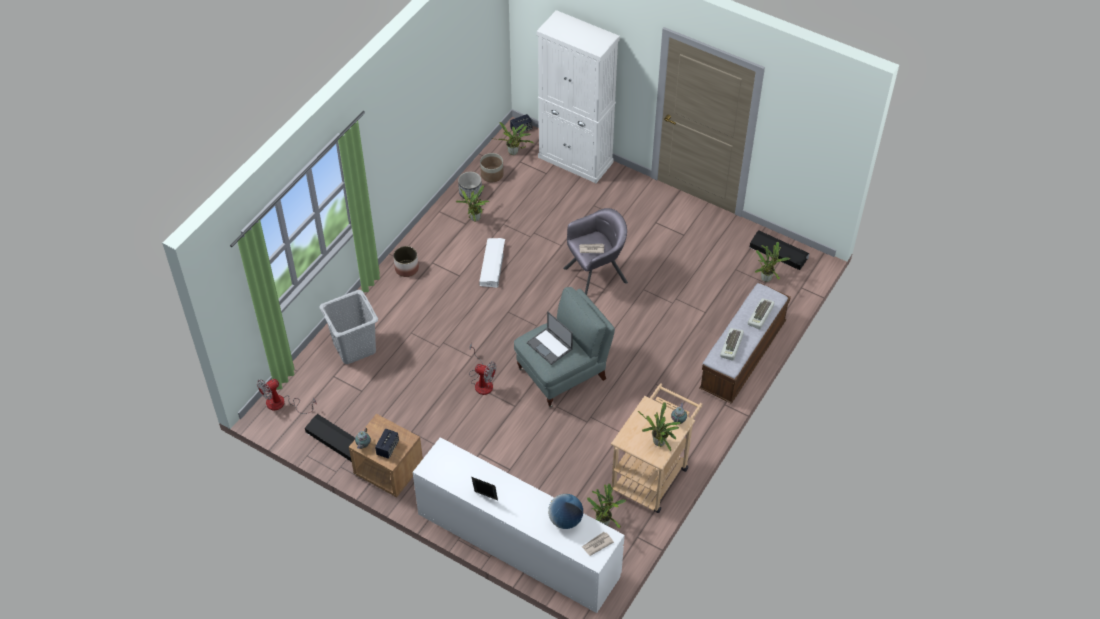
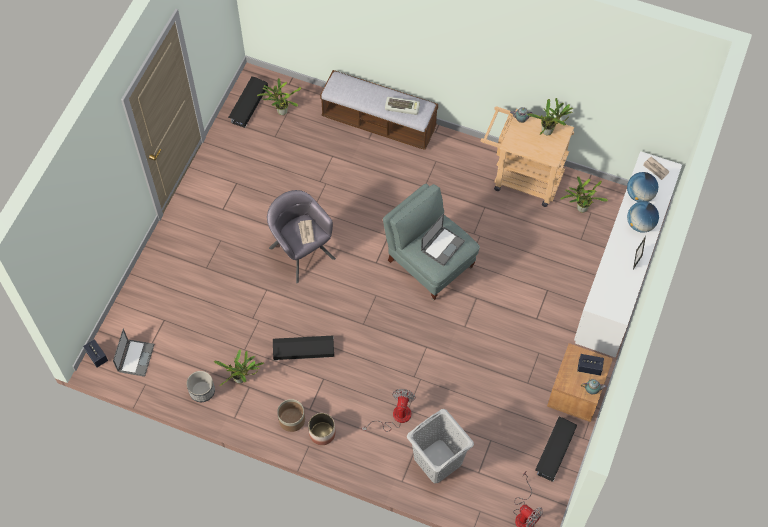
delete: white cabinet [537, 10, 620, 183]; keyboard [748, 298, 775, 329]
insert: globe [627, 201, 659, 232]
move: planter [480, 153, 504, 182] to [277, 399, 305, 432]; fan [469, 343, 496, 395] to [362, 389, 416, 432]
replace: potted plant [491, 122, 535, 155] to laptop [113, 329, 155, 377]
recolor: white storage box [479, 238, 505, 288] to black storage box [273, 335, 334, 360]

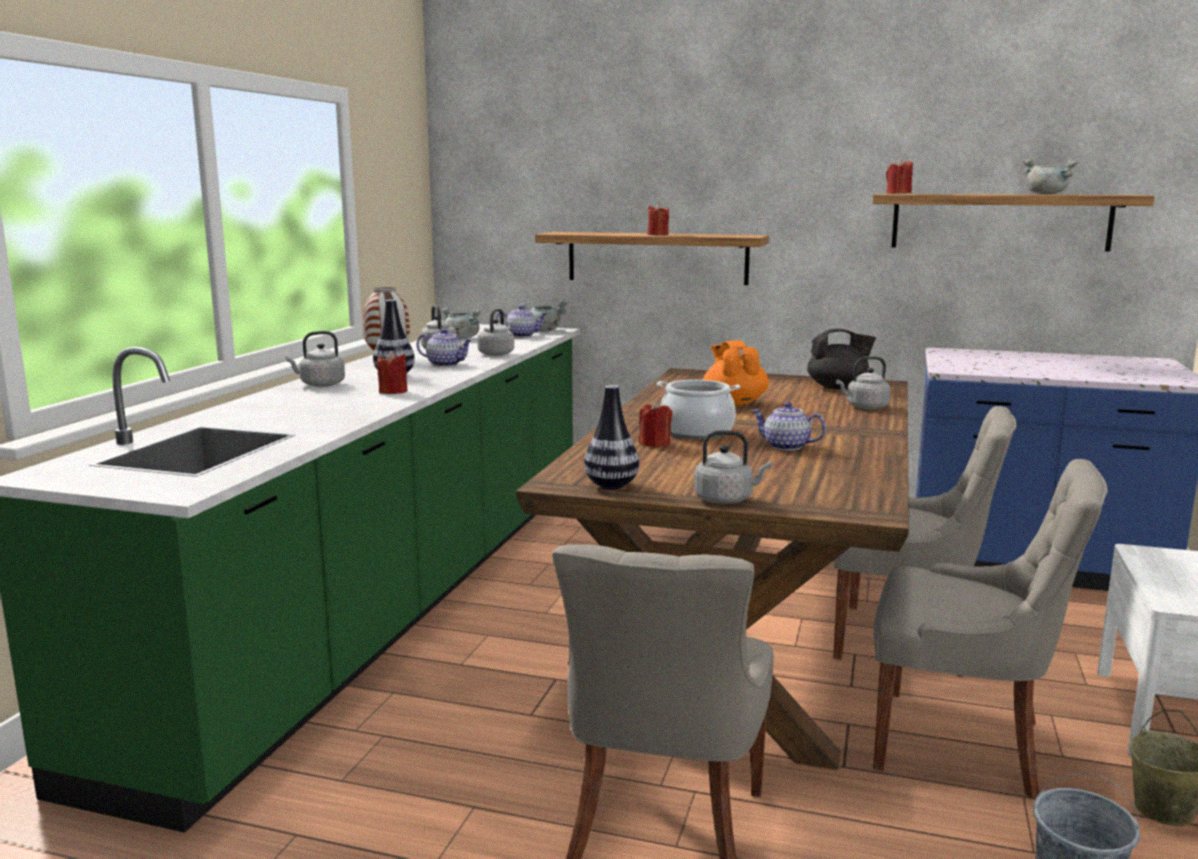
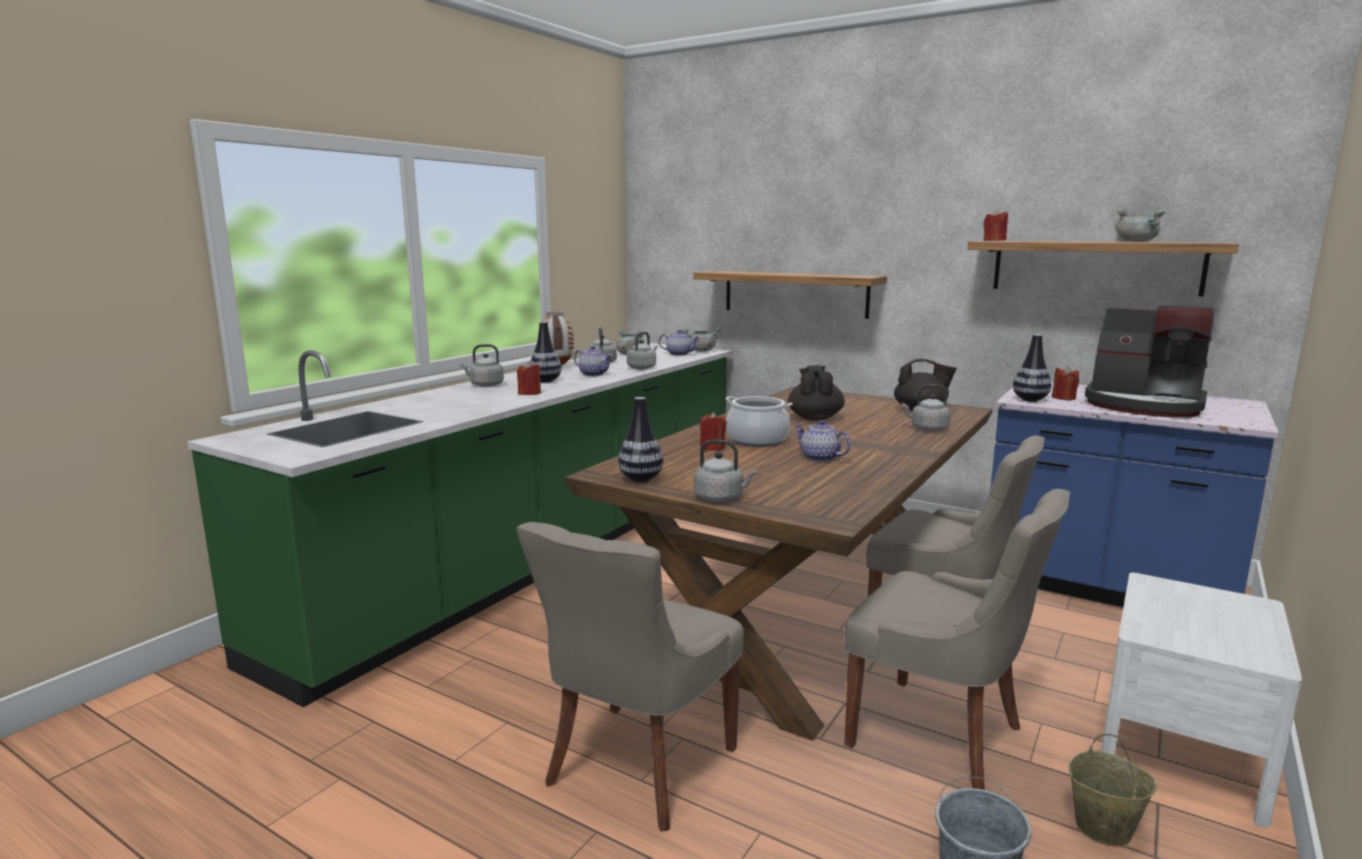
insert: vase [1013, 334, 1052, 402]; coffee machine [1085, 305, 1214, 418]
move: red candle [647, 203, 669, 236] to [1052, 366, 1079, 400]
recolor: orange teapot [703, 340, 769, 406] to black teapot [788, 365, 845, 421]

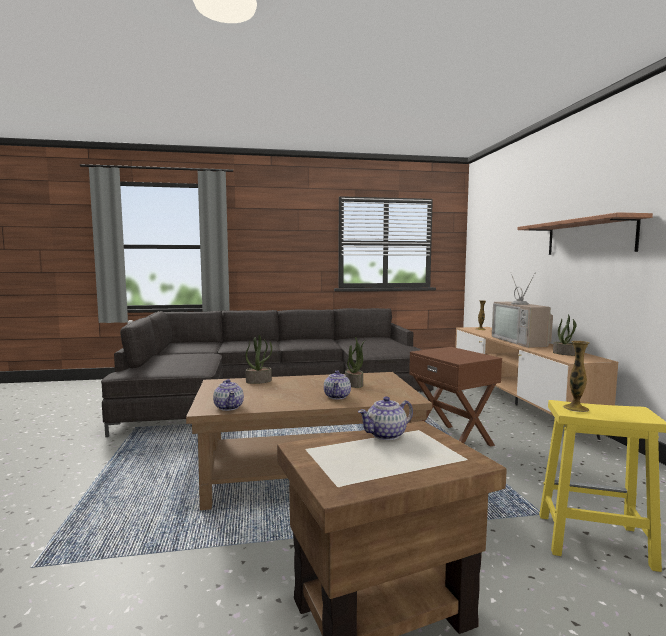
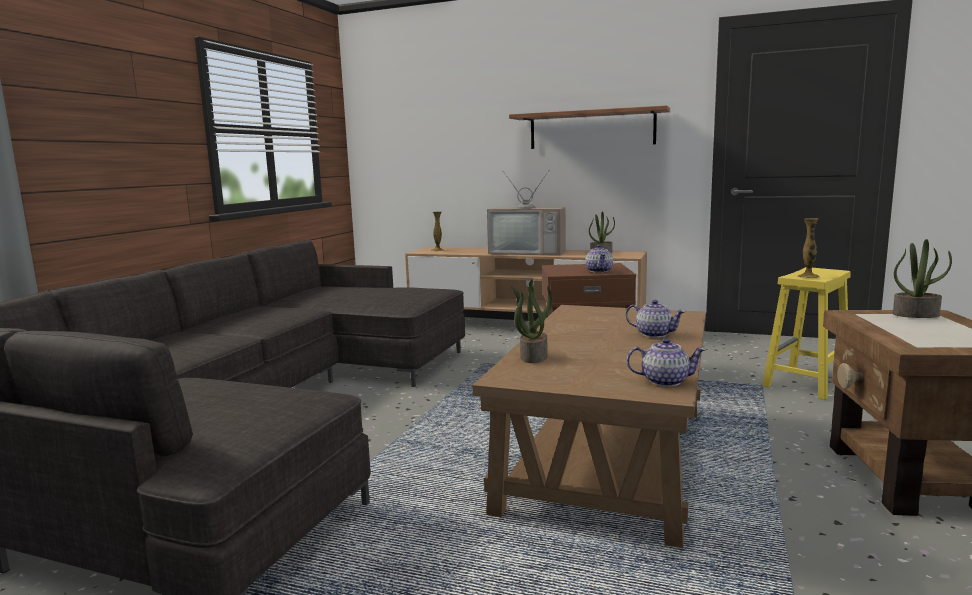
move: teapot [358, 396, 413, 440] to [585, 245, 613, 273]; potted plant [345, 337, 366, 388] to [893, 239, 952, 318]

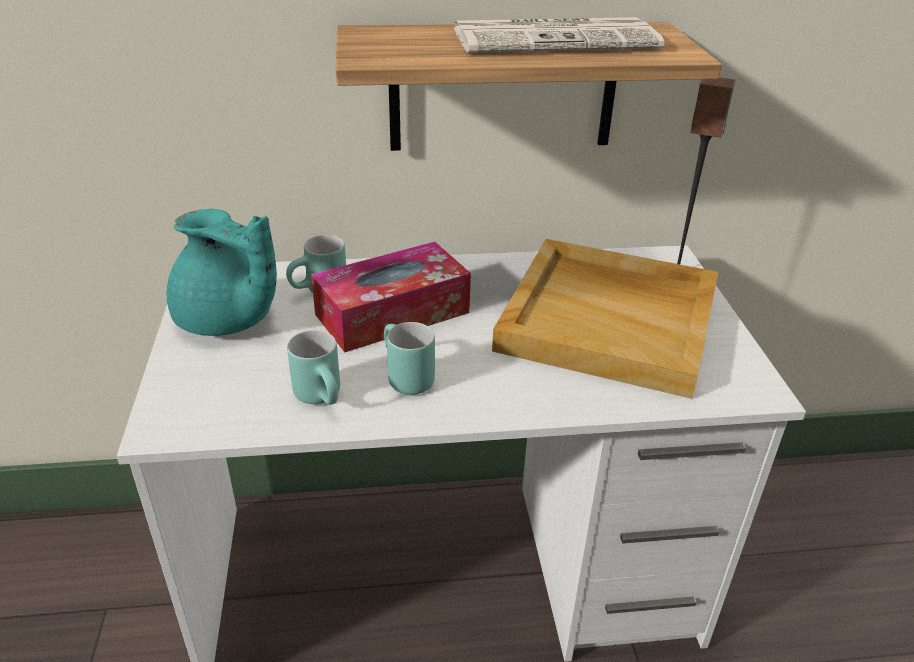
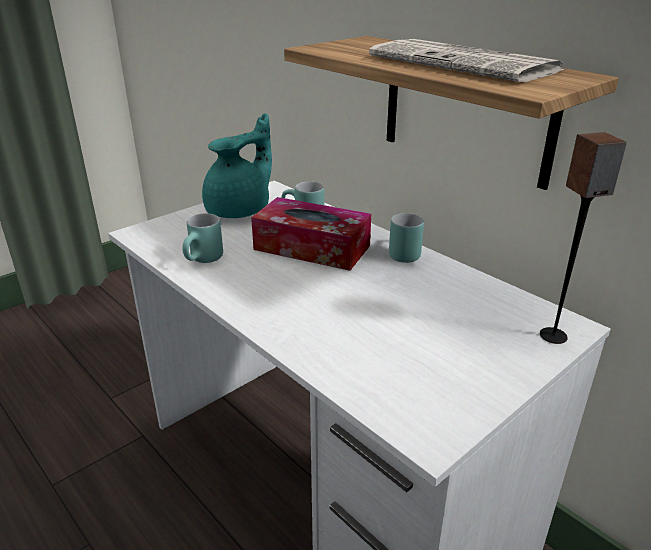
delete: beige tray [492, 239, 718, 399]
move: turquoise mug [384, 322, 435, 395] to [389, 213, 424, 263]
rotate: turquoise teapot [167, 209, 277, 336] = [202, 113, 272, 218] 135 degrees counterclockwise

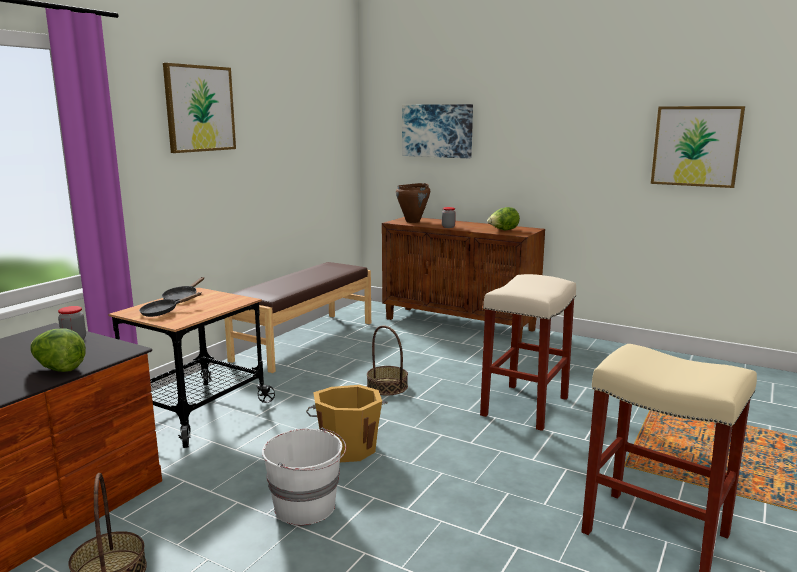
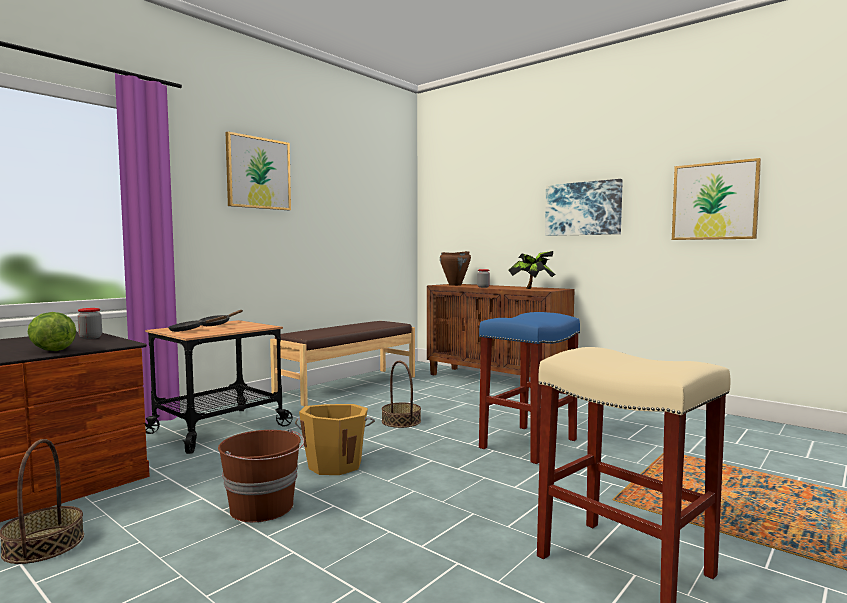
move: picture [402, 104, 473, 158] to [545, 179, 623, 236]
replace: lettuce [487, 207, 520, 230] to potted plant [509, 251, 555, 289]
recolor: white bucket [262, 428, 346, 525] to brown bucket [218, 429, 304, 522]; beige stool [480, 274, 576, 431] to blue stool [479, 312, 580, 464]

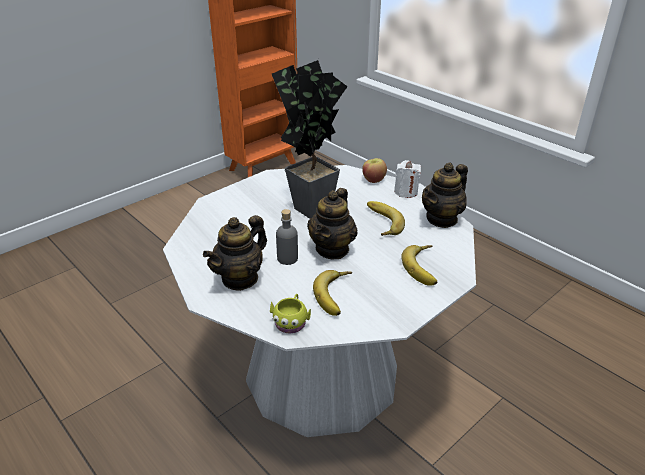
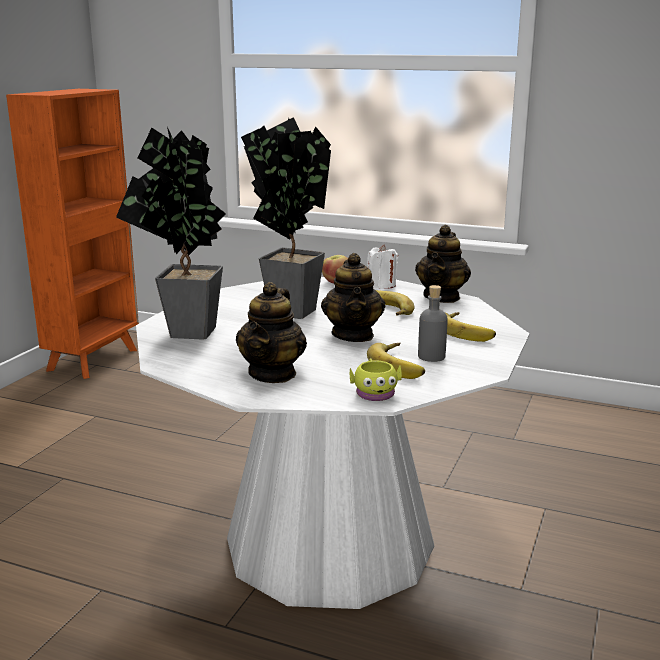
insert: potted plant [116, 127, 226, 340]
move: grey bottle [276, 209, 298, 265] to [418, 285, 448, 362]

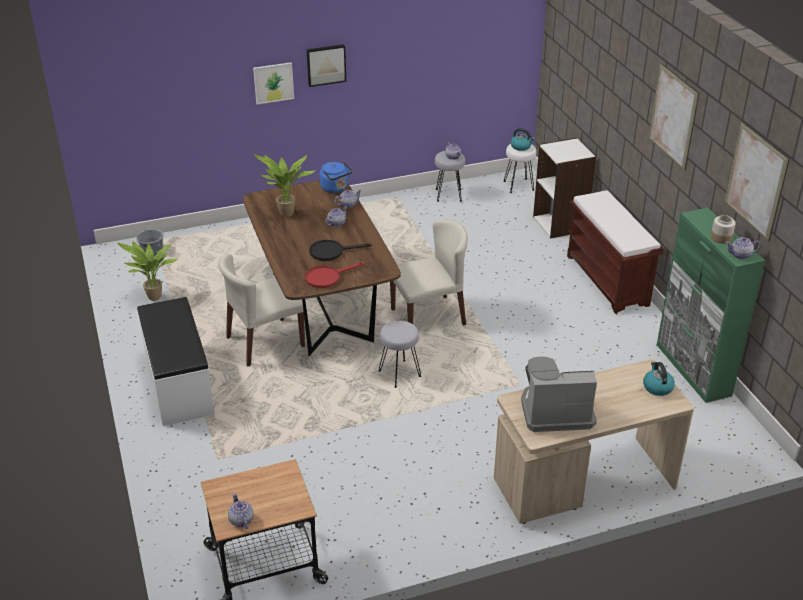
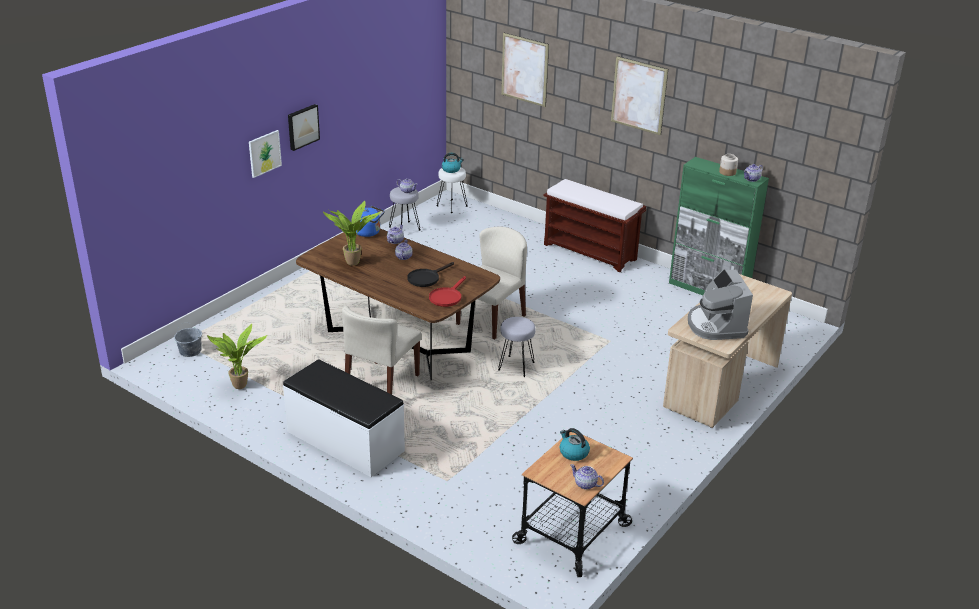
delete: white bookcase [533, 138, 597, 238]
move: picture [725, 122, 790, 242] to [501, 33, 549, 107]; kettle [643, 362, 675, 396] to [560, 428, 590, 461]
rotate: coffee machine [521, 356, 597, 432] = [688, 269, 753, 340] 60 degrees counterclockwise

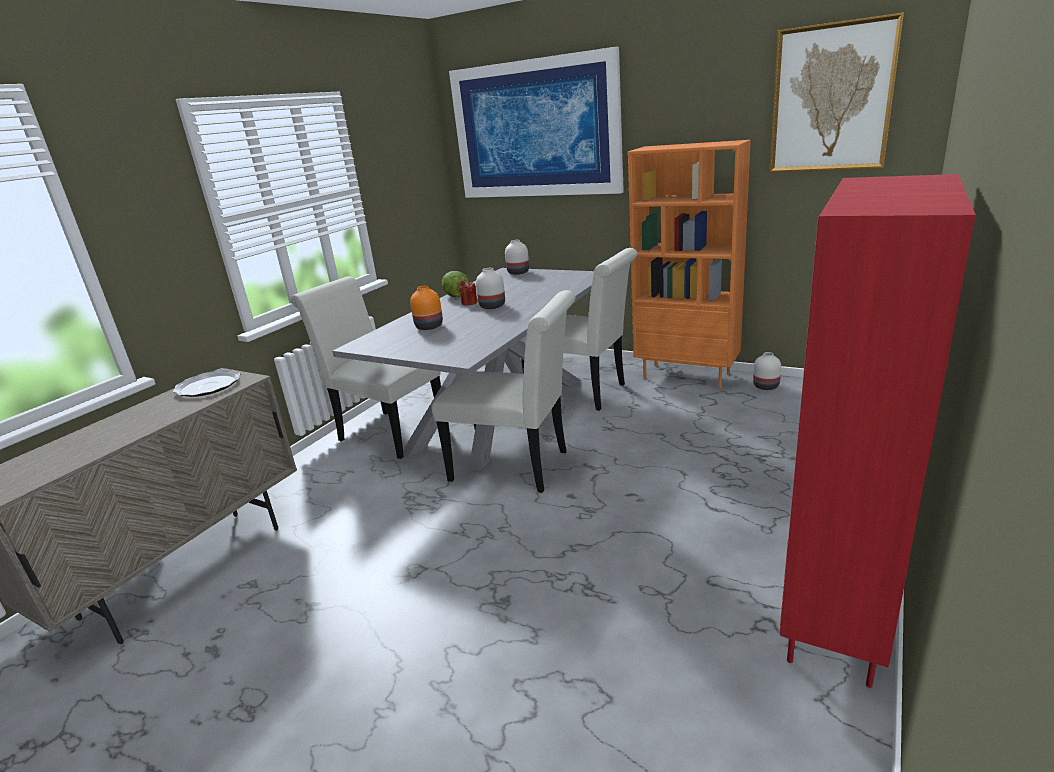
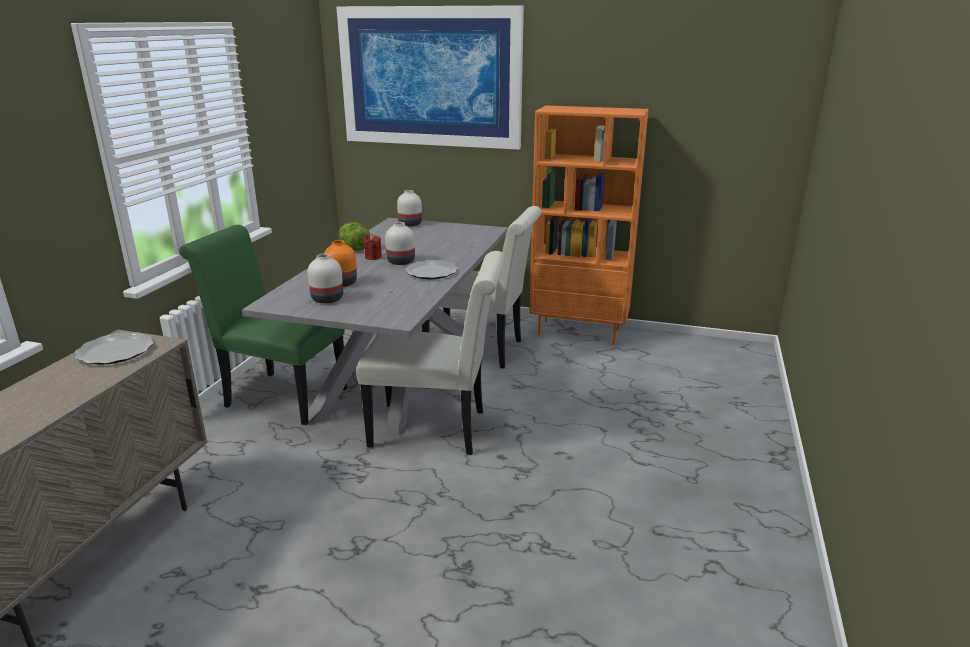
delete: picture [769, 12, 904, 173]; red bookcase [780, 174, 976, 688]
insert: plate [405, 260, 458, 279]
move: white vase [753, 352, 781, 390] to [308, 254, 343, 304]
recolor: white chair [291, 276, 441, 459] to green chair [179, 225, 347, 425]

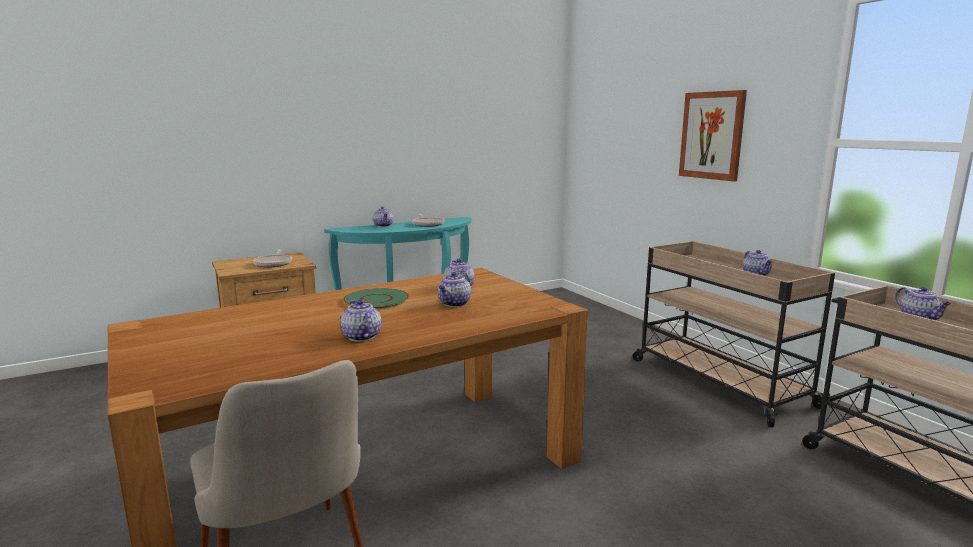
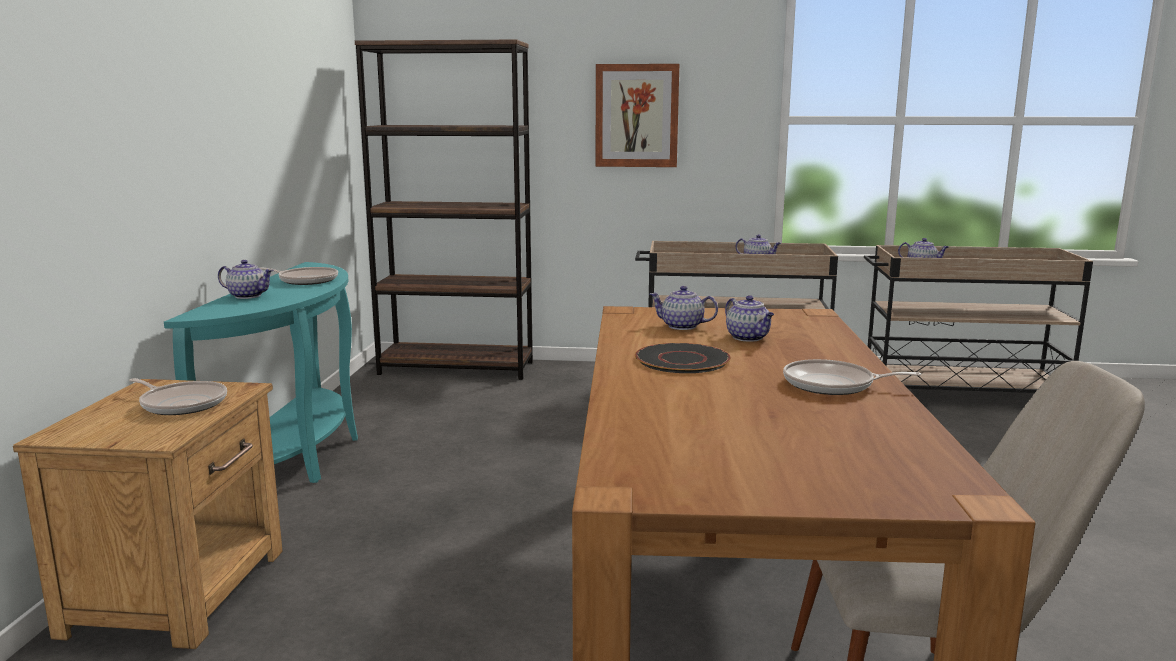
insert: brown bookcase [355, 40, 533, 380]
replace: teapot [341, 299, 381, 341] to frying pan [783, 359, 921, 395]
recolor: green plate [343, 288, 409, 309] to black plate [635, 343, 731, 373]

